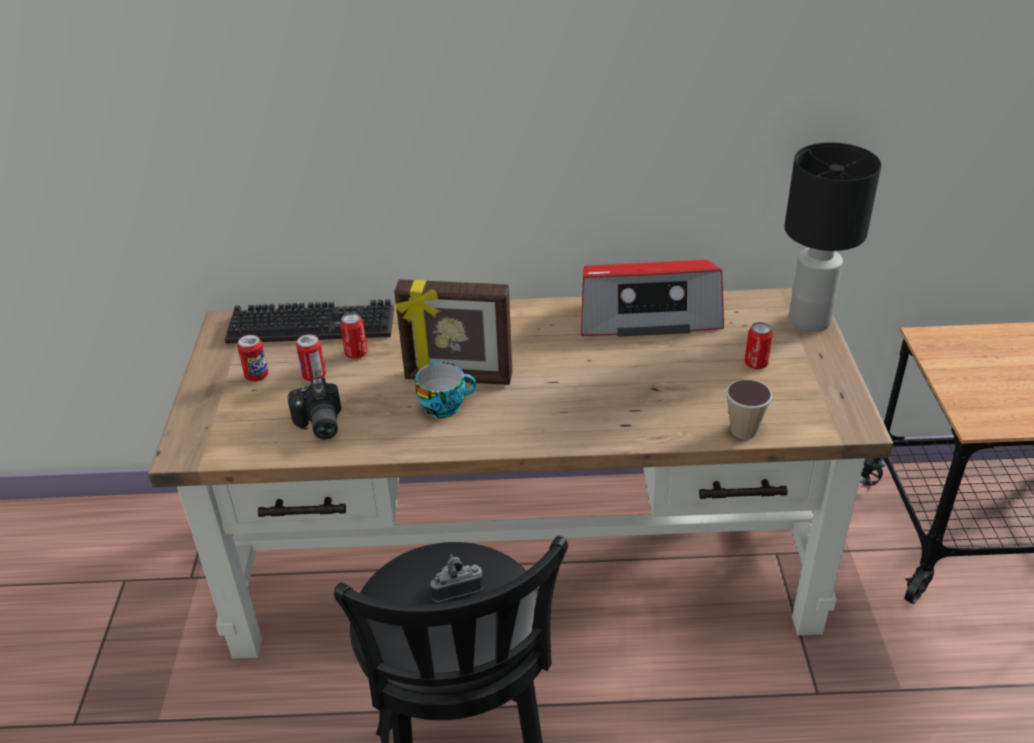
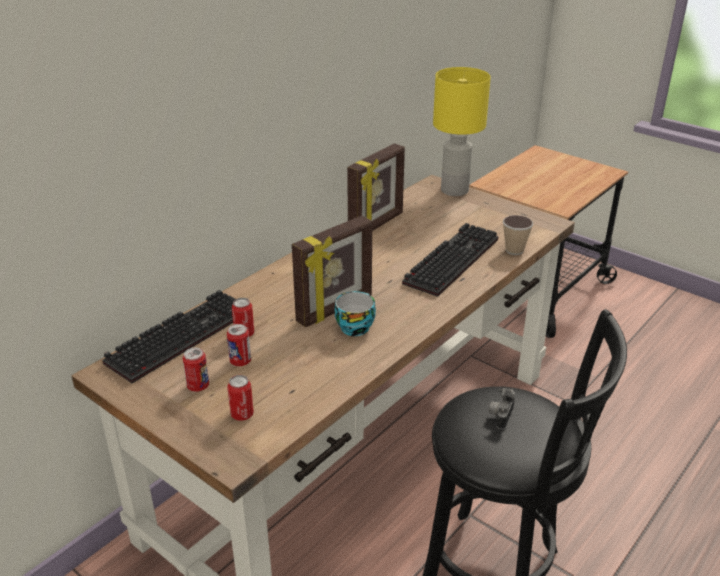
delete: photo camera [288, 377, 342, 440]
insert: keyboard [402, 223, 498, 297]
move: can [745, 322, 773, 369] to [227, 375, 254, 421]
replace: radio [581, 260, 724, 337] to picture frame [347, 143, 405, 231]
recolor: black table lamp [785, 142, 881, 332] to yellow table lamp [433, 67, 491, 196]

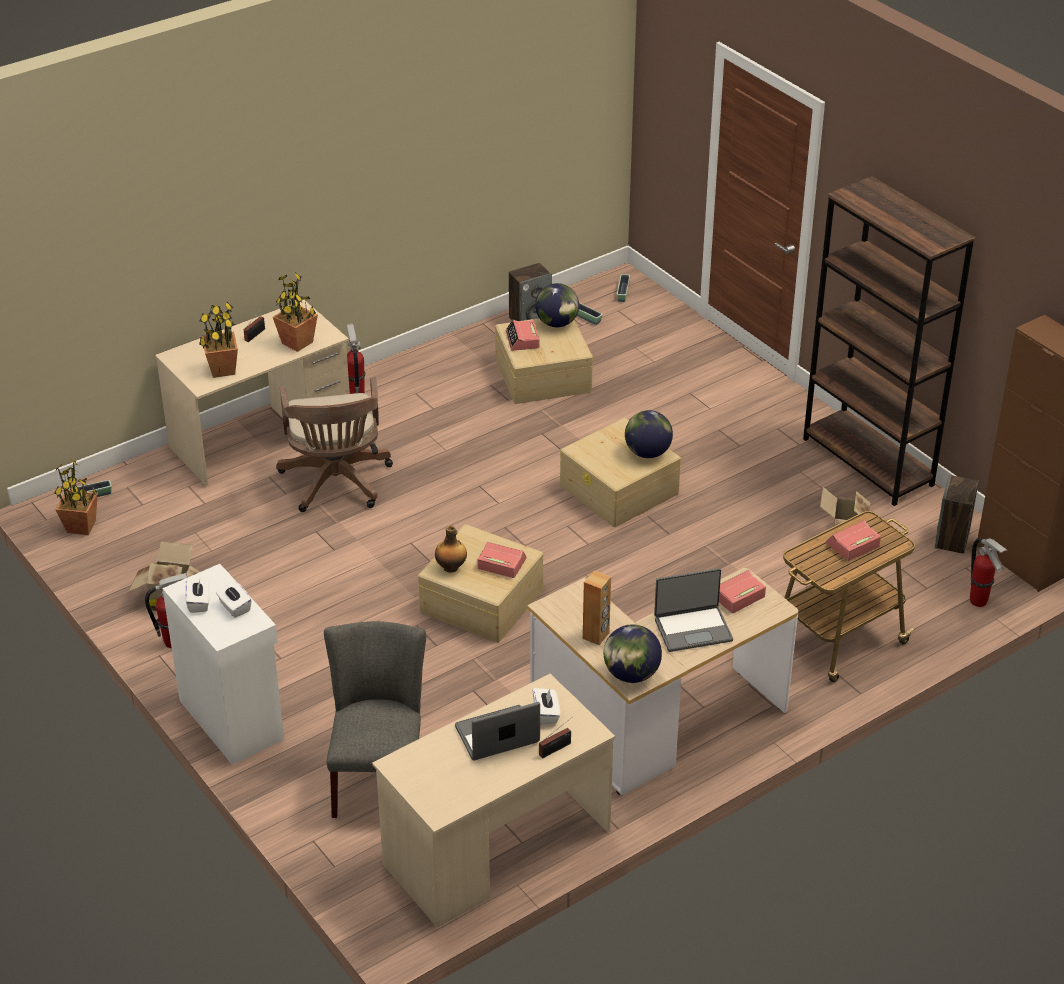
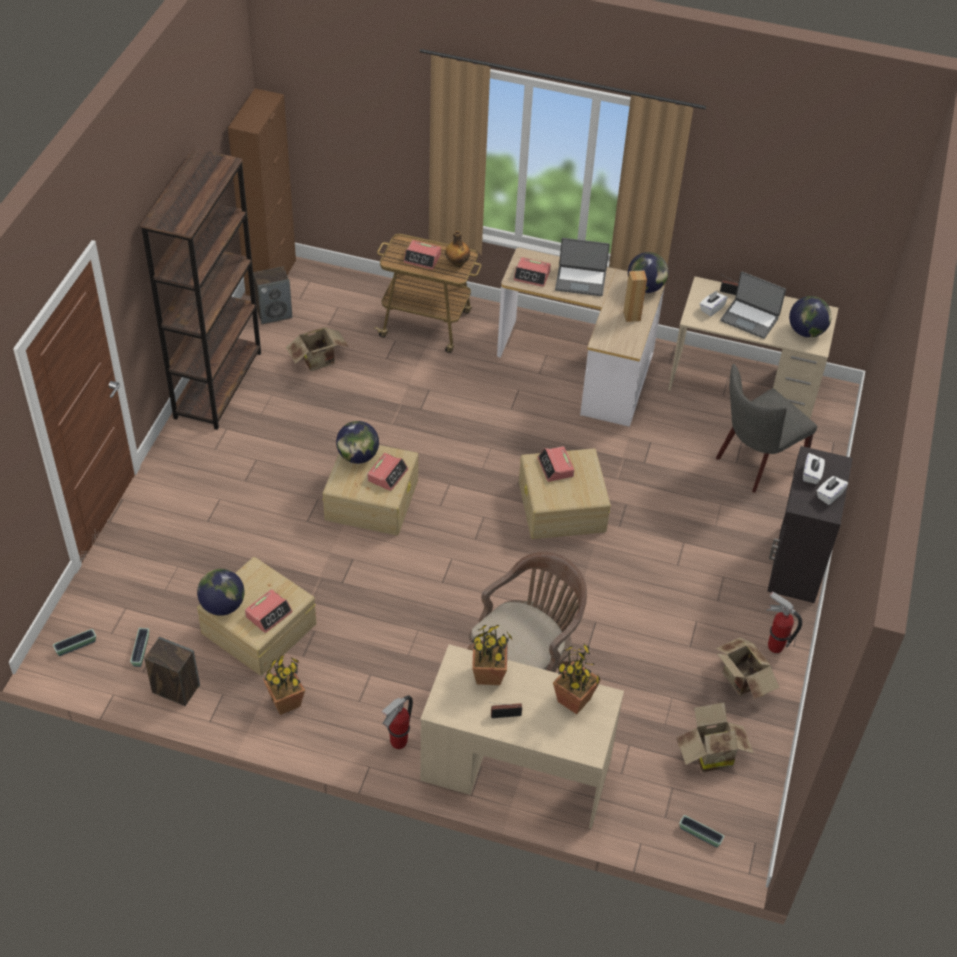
delete: fire extinguisher [970, 538, 1008, 607]
insert: alarm clock [368, 453, 408, 491]; cardboard box [676, 703, 753, 772]; globe [789, 296, 832, 338]
move: potted plant [54, 458, 98, 535] to [263, 655, 305, 715]; bottle [435, 526, 467, 572] to [445, 231, 470, 267]
recolor: white cabinet [162, 564, 284, 765] to black cabinet [767, 446, 853, 603]
rotate: laptop [654, 568, 733, 652] = [555, 238, 610, 296] 150 degrees clockwise

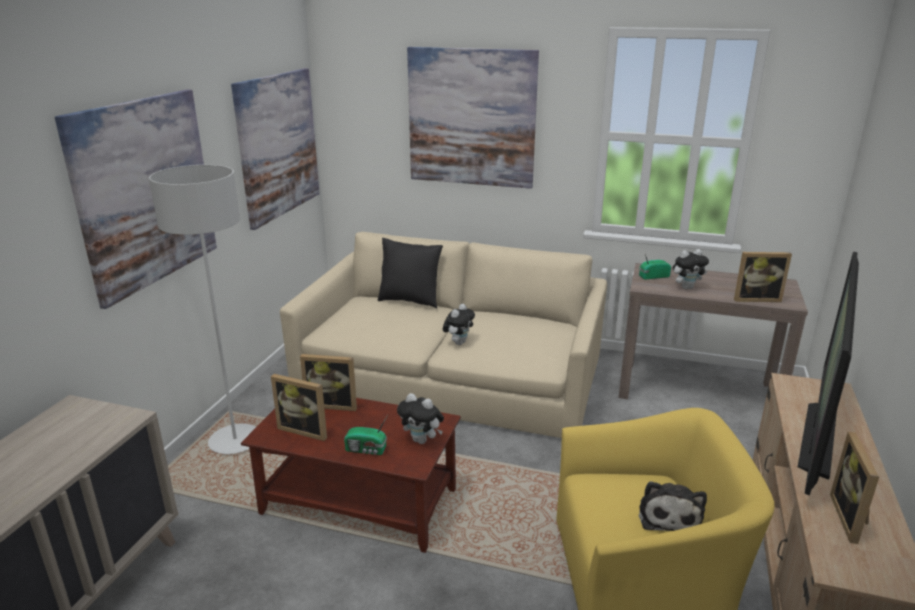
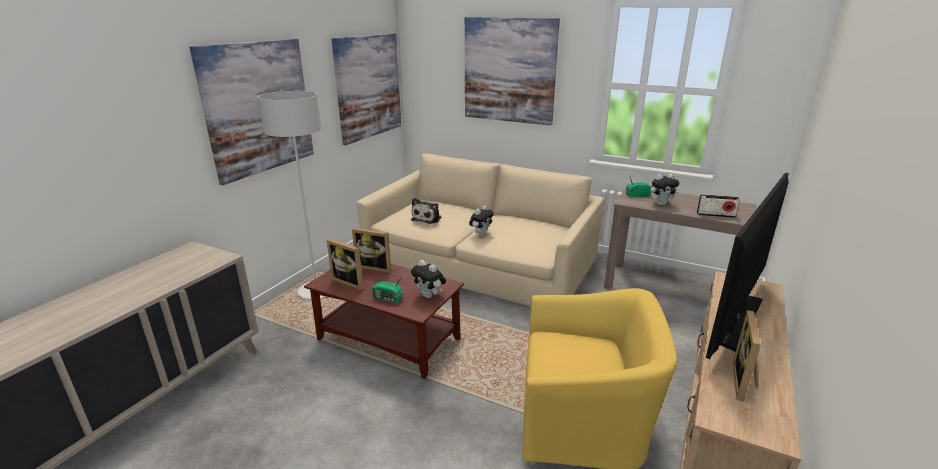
delete: black pillow [378, 238, 443, 309]
move: plush toy [639, 481, 707, 531] to [411, 198, 441, 224]
replace: picture frame [734, 252, 792, 302] to radio [697, 194, 740, 218]

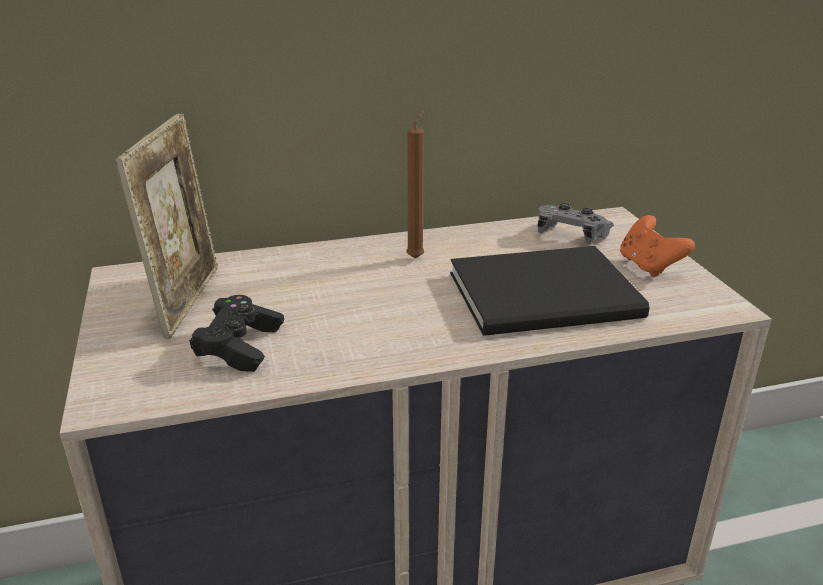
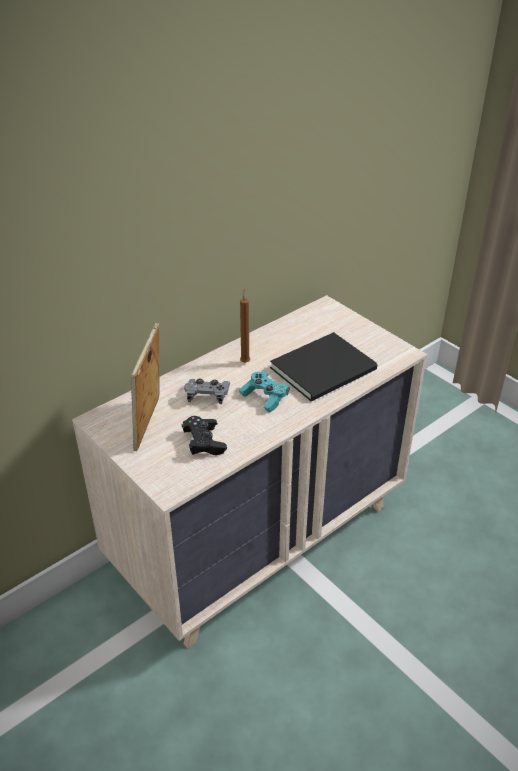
delete: orange game controller [620, 215, 695, 277]
insert: turquoise game controller [239, 371, 289, 413]
move: grey game controller [537, 203, 614, 244] to [184, 379, 230, 404]
rotate: picture frame [115, 113, 218, 339] = [130, 323, 159, 451] 150 degrees counterclockwise

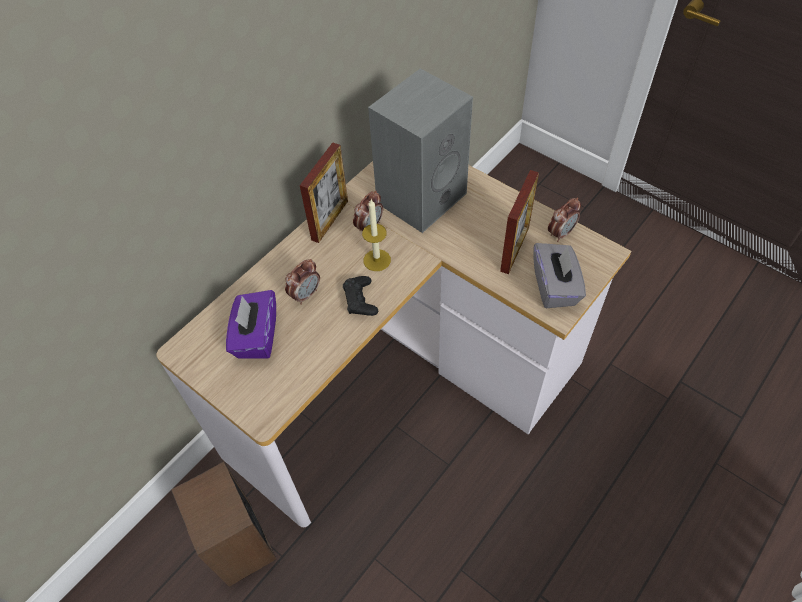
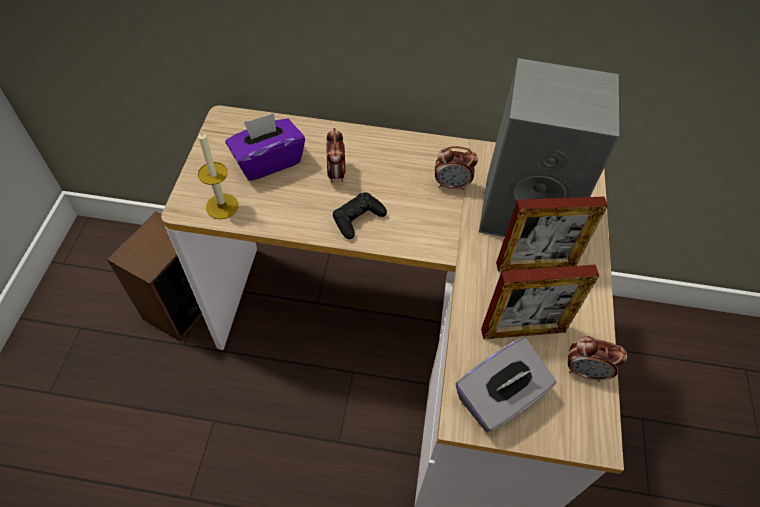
move: candle [362, 200, 391, 271] to [198, 129, 239, 219]; picture frame [300, 142, 348, 243] to [496, 197, 608, 272]
rotate: alarm clock [285, 259, 320, 305] = [326, 128, 345, 183] 75 degrees clockwise

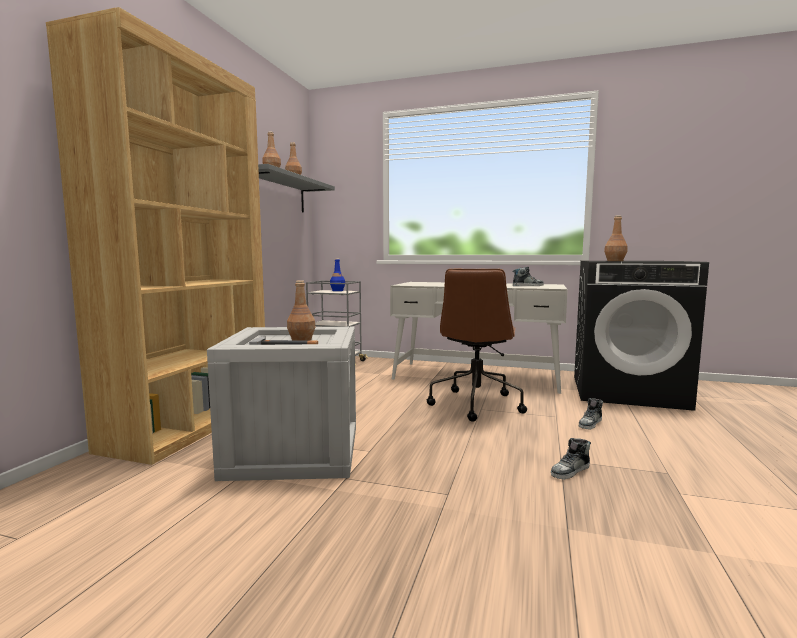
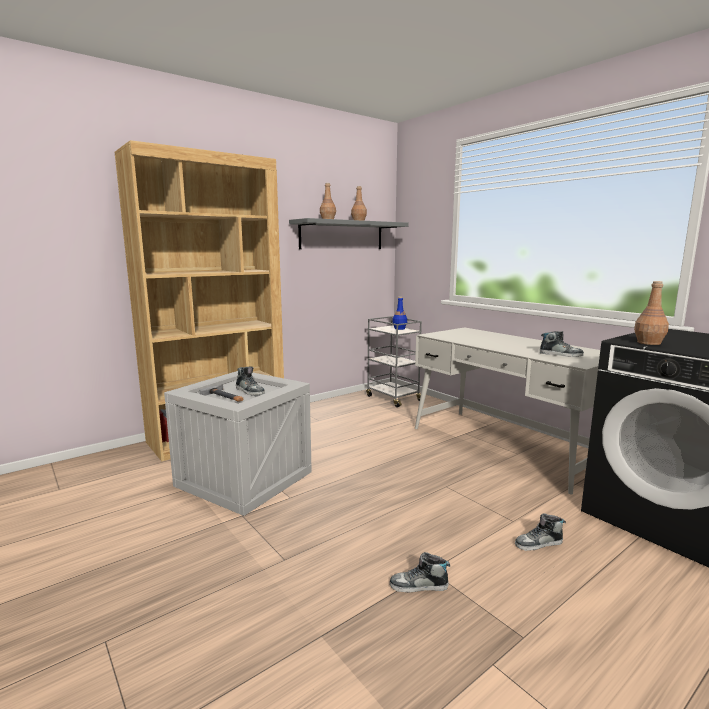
delete: brown office chair [427, 269, 527, 422]
replace: brown bottle [287, 281, 315, 341] to shoe [236, 366, 265, 396]

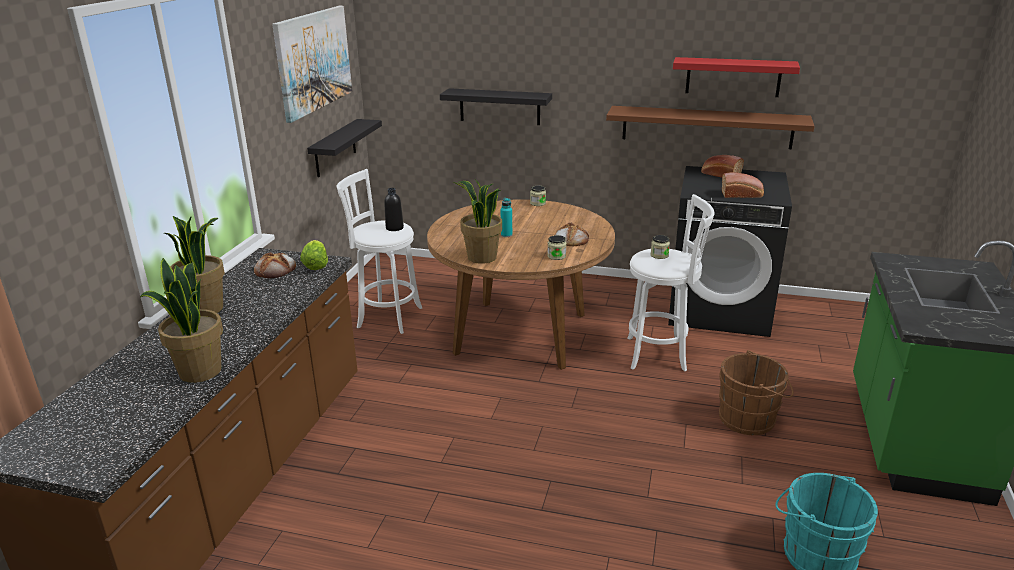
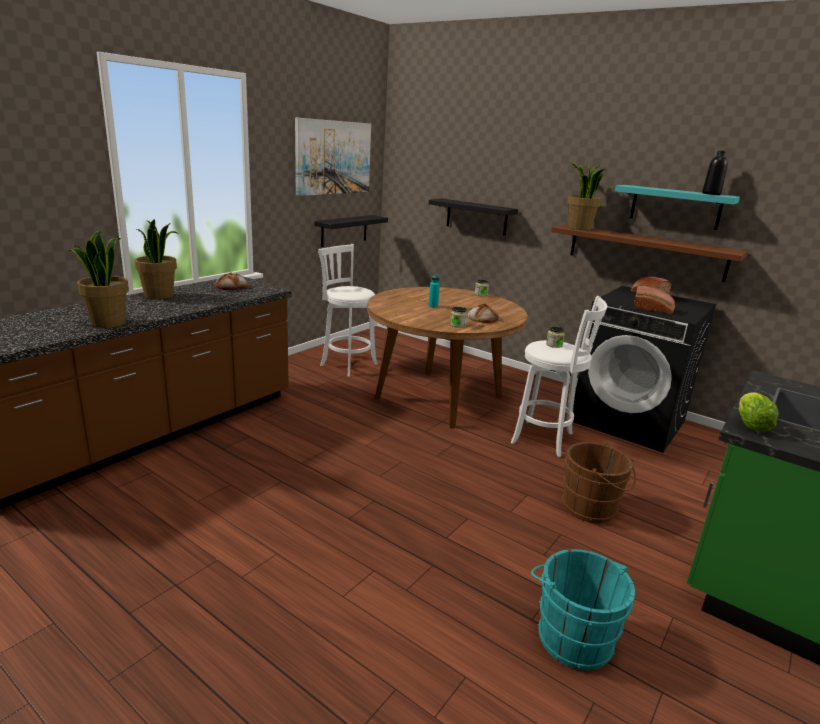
move: potted plant [454, 179, 502, 264] to [567, 161, 606, 231]; black bottle [384, 188, 404, 231] to [702, 150, 728, 195]; lettuce [300, 240, 328, 270] to [739, 392, 779, 432]
recolor: red shelf [673, 57, 800, 97] to turquoise shelf [615, 185, 740, 230]

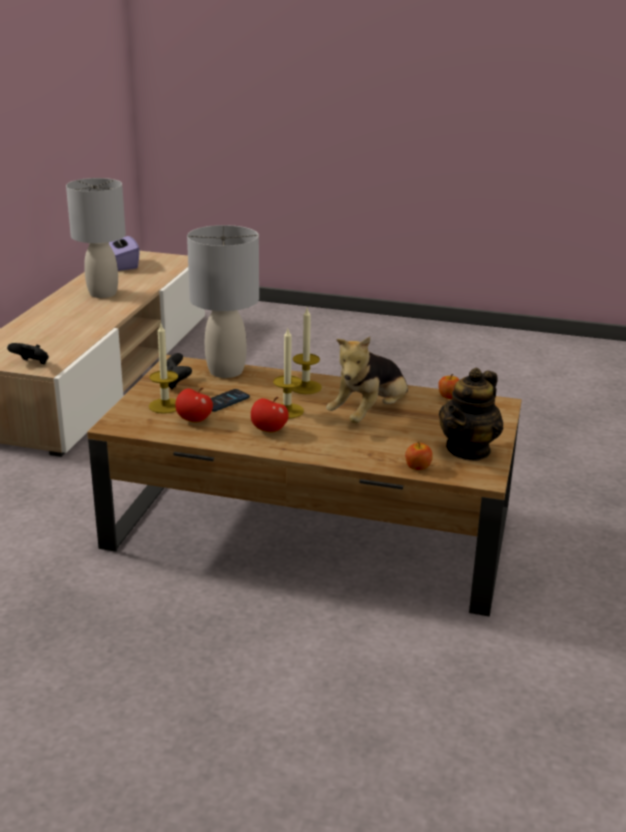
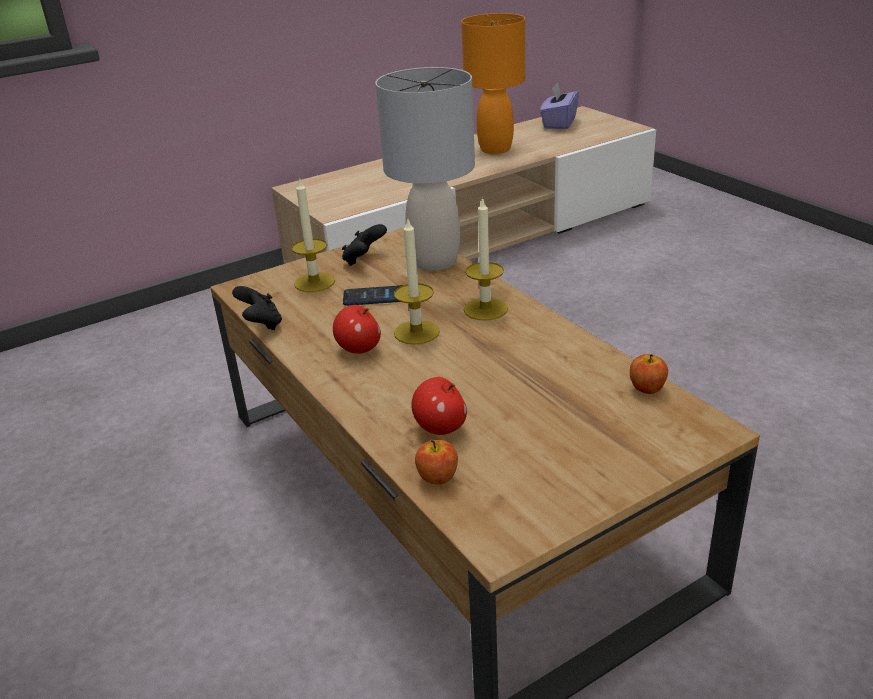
delete: plush toy [326, 337, 408, 423]; teapot [439, 368, 503, 461]
move: black game controller [7, 343, 49, 364] to [232, 286, 282, 330]; apple [175, 387, 213, 423] to [411, 377, 467, 435]
recolor: grey table lamp [66, 178, 126, 298] to orange table lamp [461, 13, 525, 154]

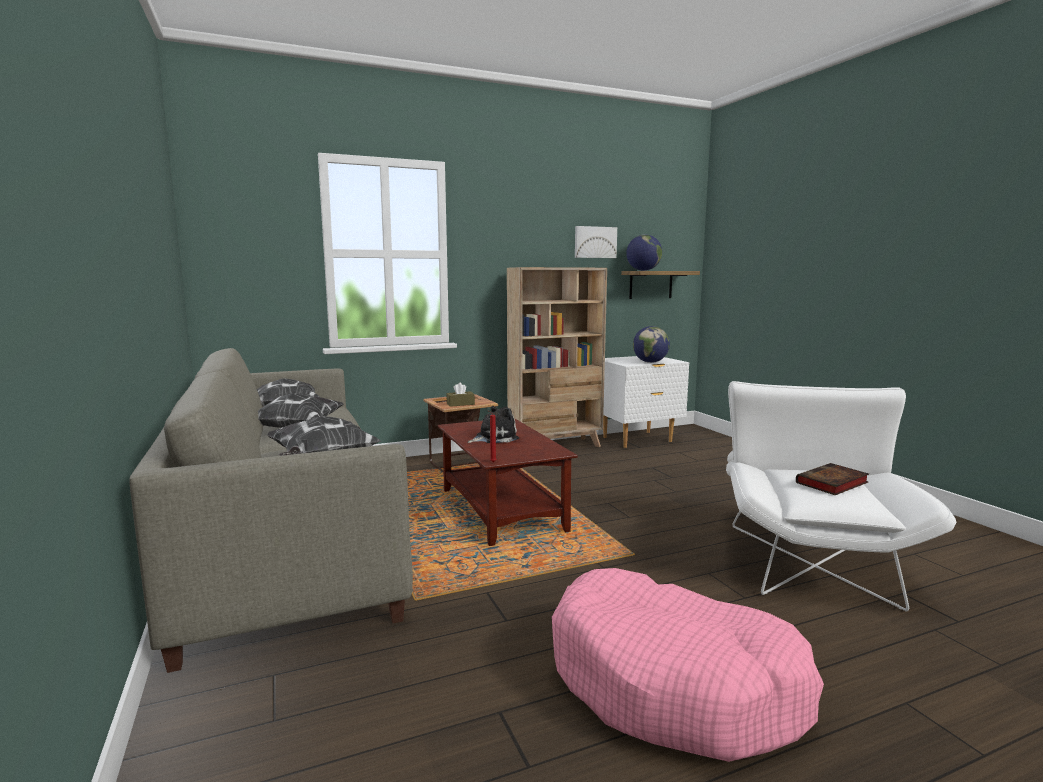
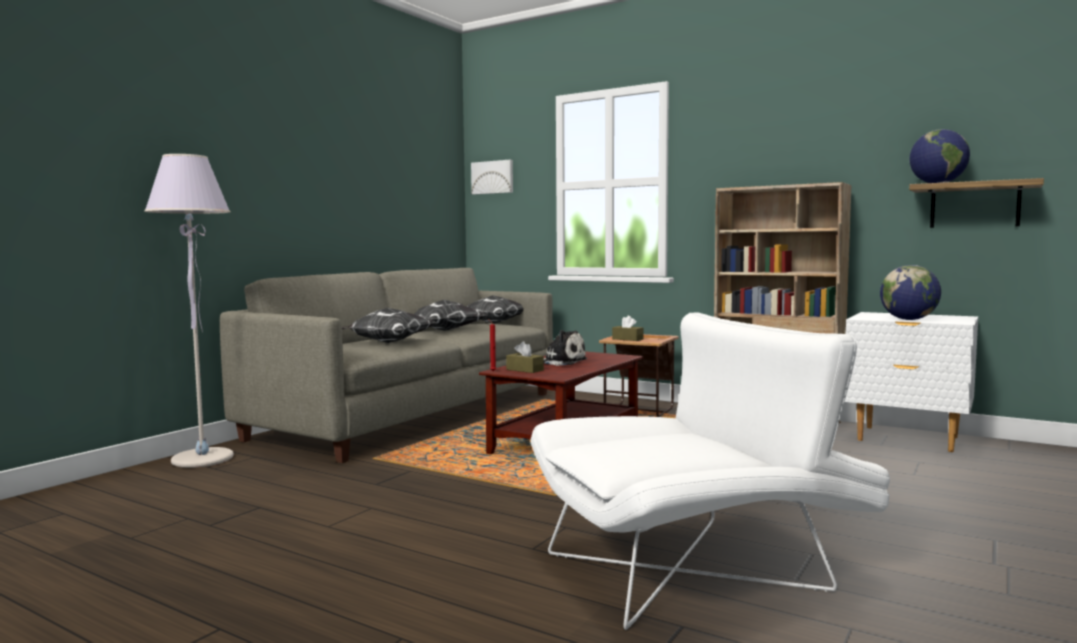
delete: pink dog bed [552, 568, 824, 762]; book [796, 463, 869, 495]
insert: grey floor lamp [144, 154, 234, 468]; brown tissue box [506, 341, 544, 373]
move: picture [575, 226, 617, 258] to [471, 160, 513, 195]

